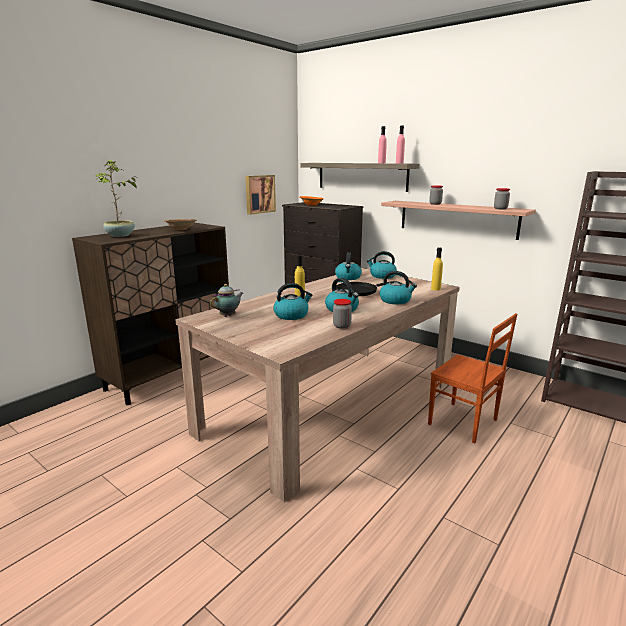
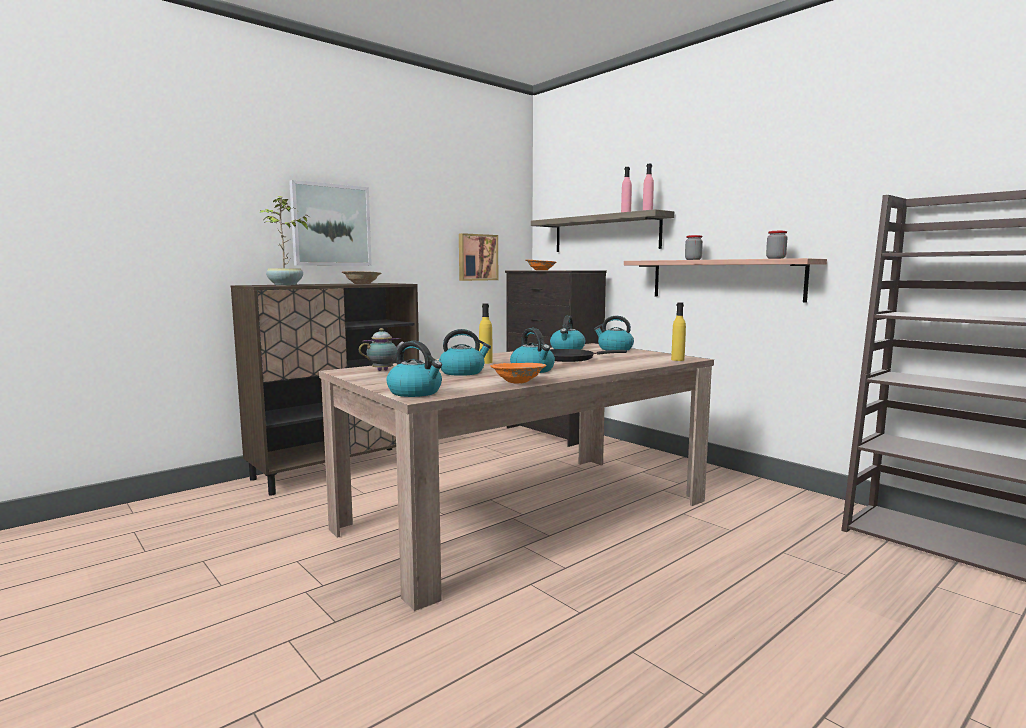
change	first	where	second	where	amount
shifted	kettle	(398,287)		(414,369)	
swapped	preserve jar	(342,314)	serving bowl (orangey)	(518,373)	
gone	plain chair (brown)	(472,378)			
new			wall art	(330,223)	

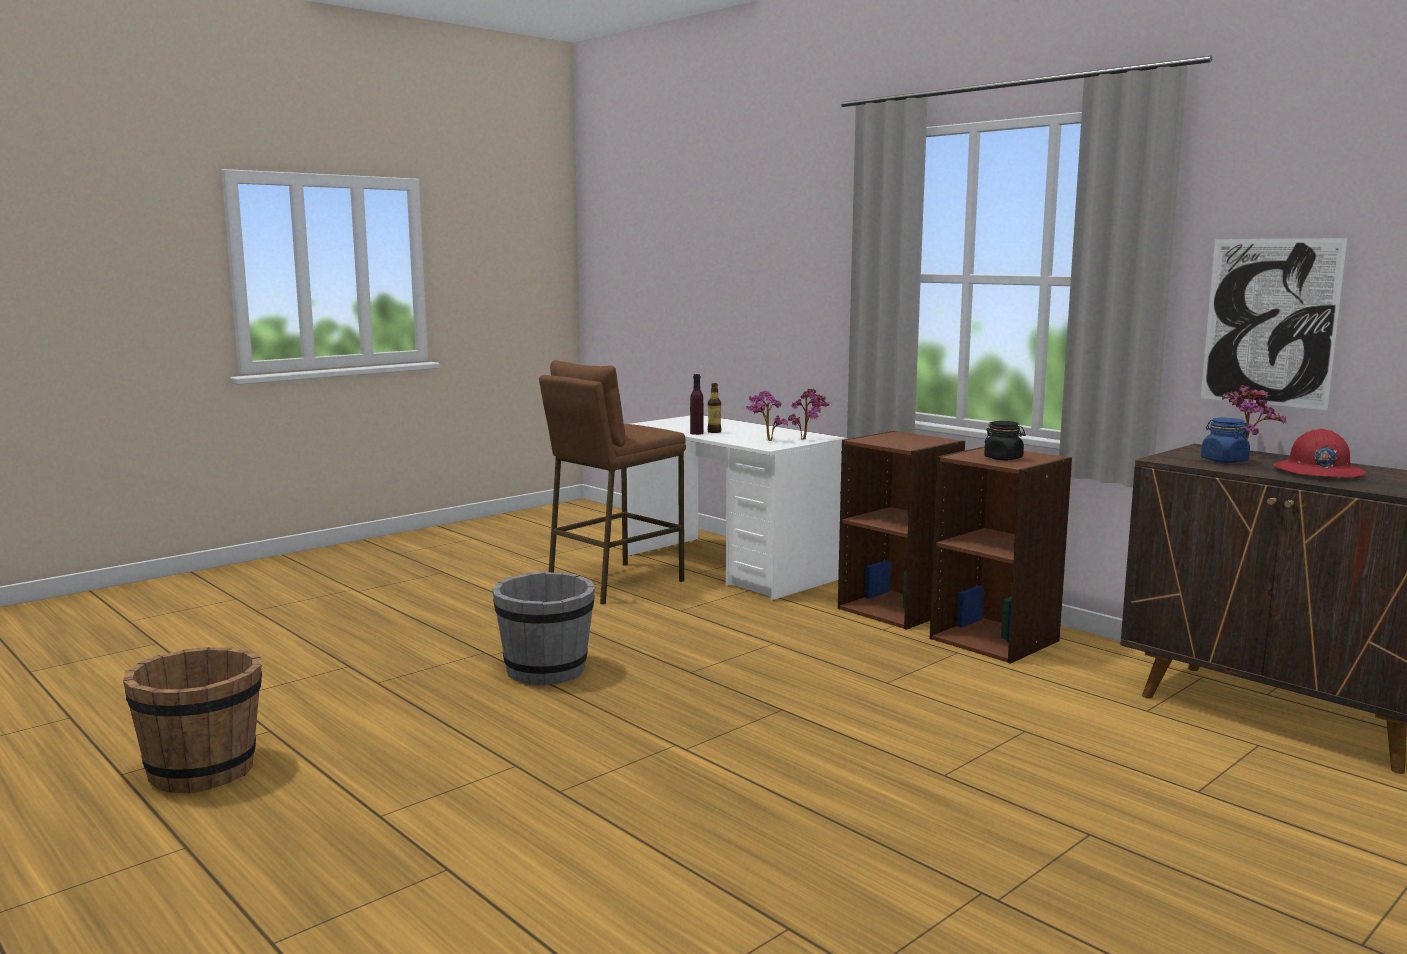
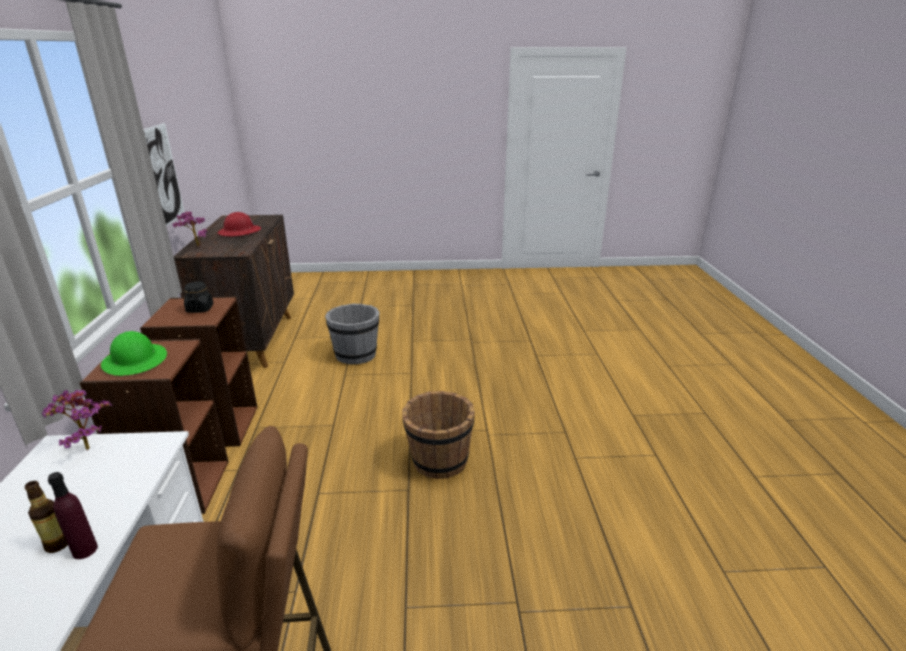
change	first	where	second	where	amount
gone	plant in a pot	(767,415)			
gone	preserve jar (blue)	(1225,440)			
shifted	bucket (gray)	(543,628)		(352,334)	
shifted	bucket (brown)	(192,720)		(438,435)	
new			safety helmet (green-coloured)	(134,353)	

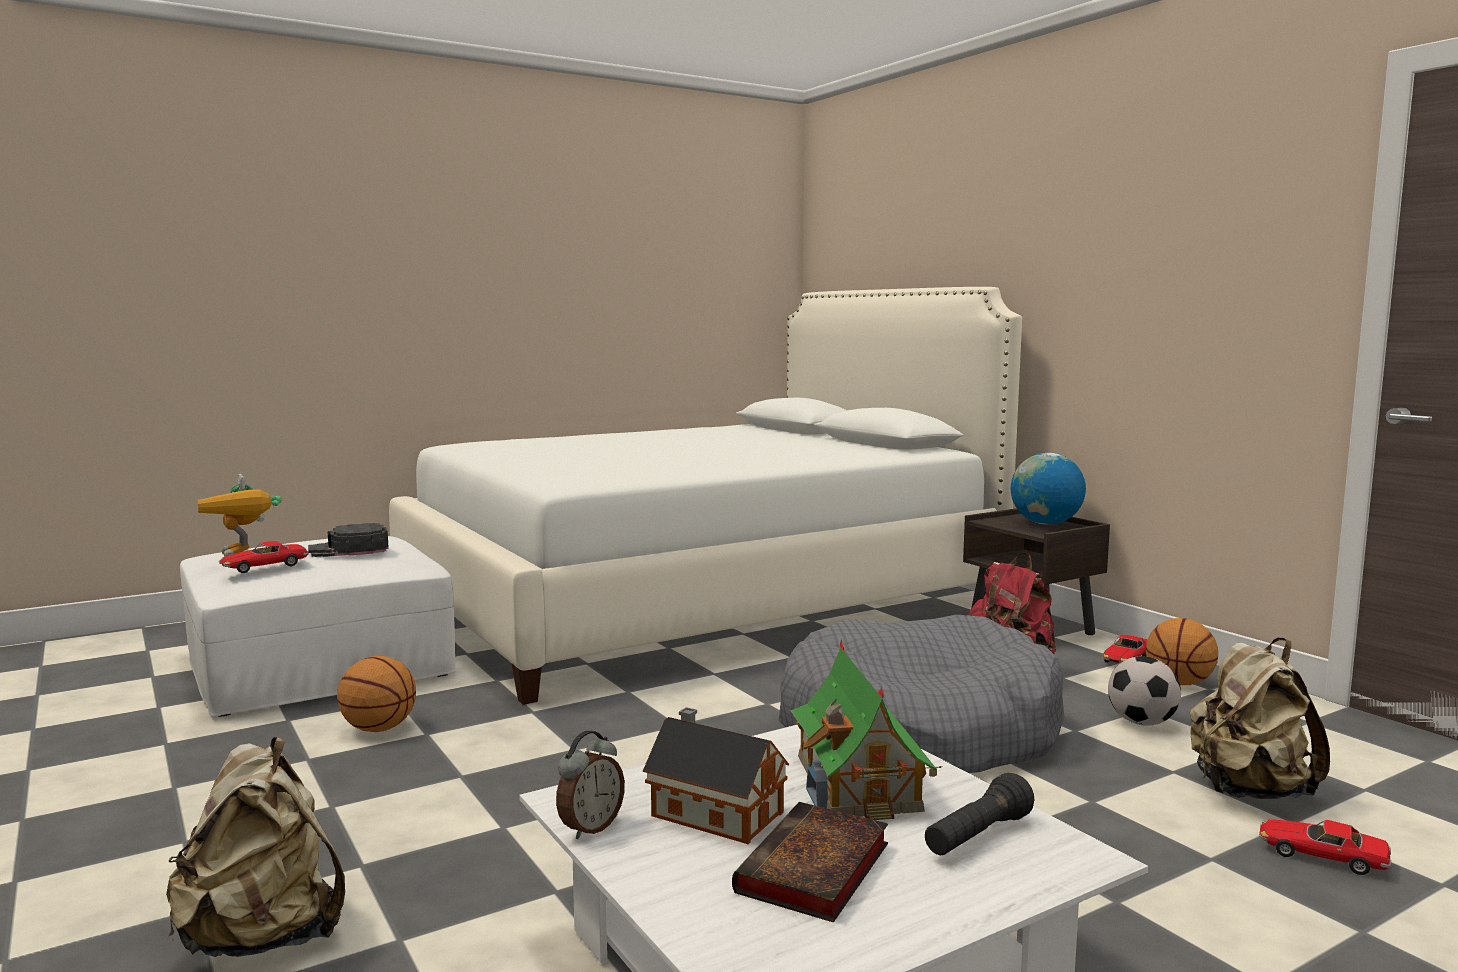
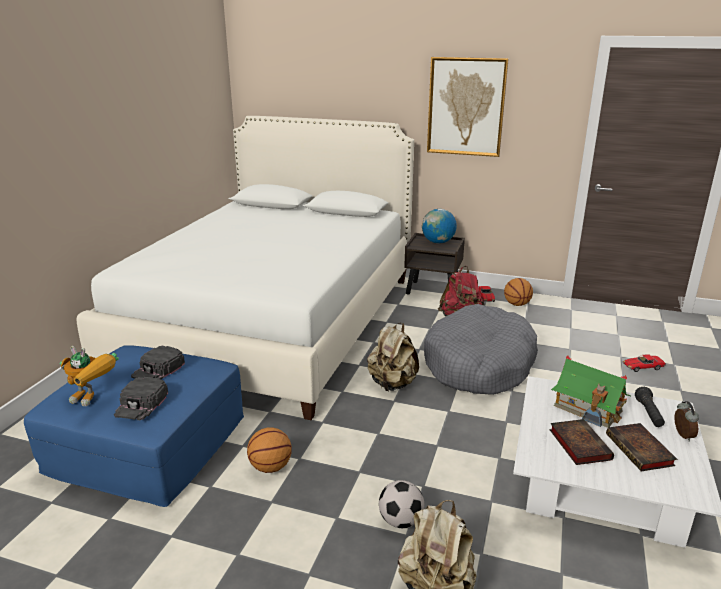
change	first	where	second	where	amount
repainted	ottoman (white)	(318,626)	ottoman (blue)	(134,426)	
swapped	toy car	(264,557)	cap (black-coloured)	(141,399)	
shifted	knapsack (sand-coloured)	(1260,718)		(393,357)	
shifted	football	(1144,691)		(401,504)	
swapped	model house	(716,775)	book	(582,442)	
shifted	table clock	(590,784)		(686,421)	
new			wall art	(468,107)	

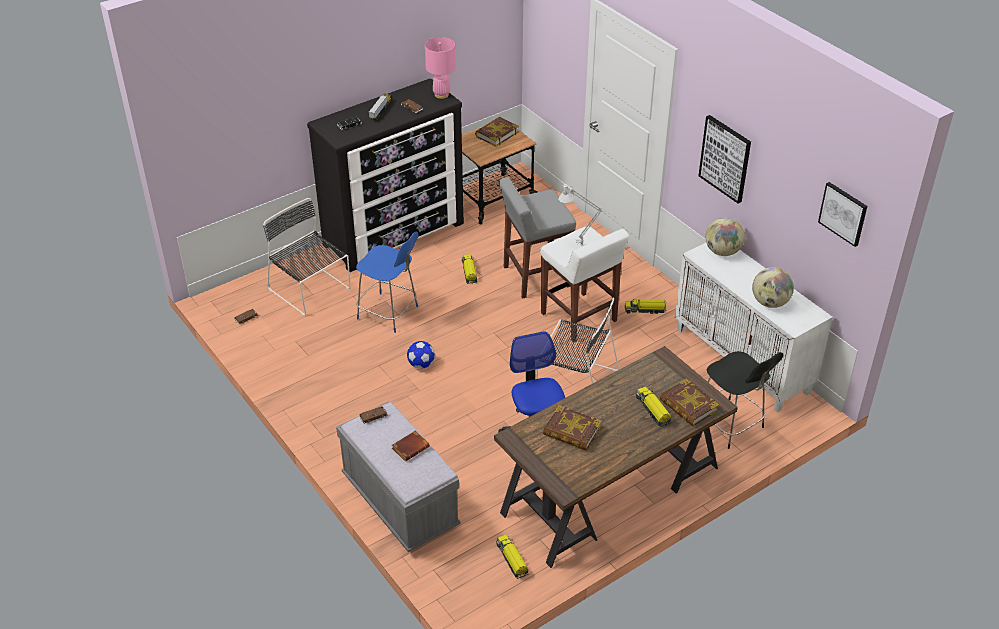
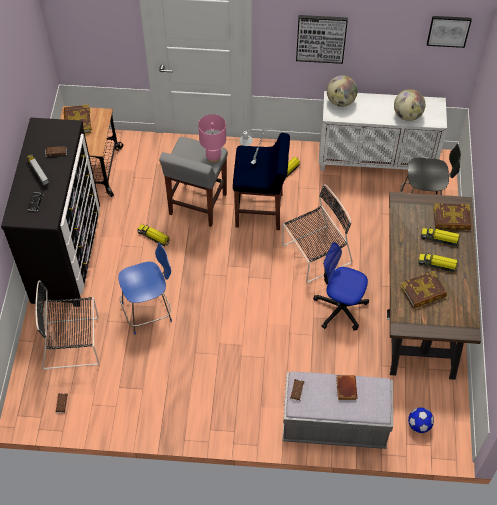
change	first	where	second	where	amount
shifted	table lamp (pink-coloured)	(440,68)		(212,138)	
repainted	sitting stool (white)	(584,284)	sitting stool (blue)	(261,181)	
shifted	football	(421,355)		(421,420)	
shifted	toy lorry	(512,556)		(438,262)	

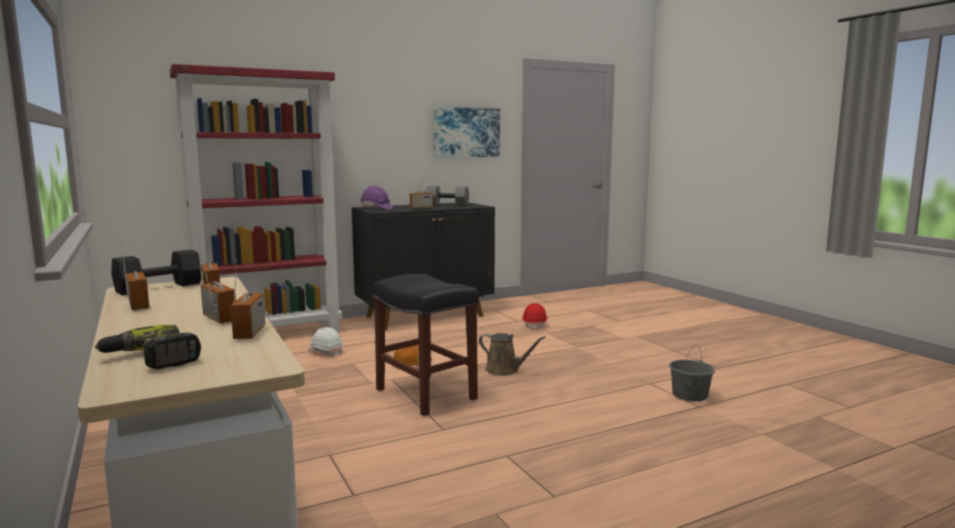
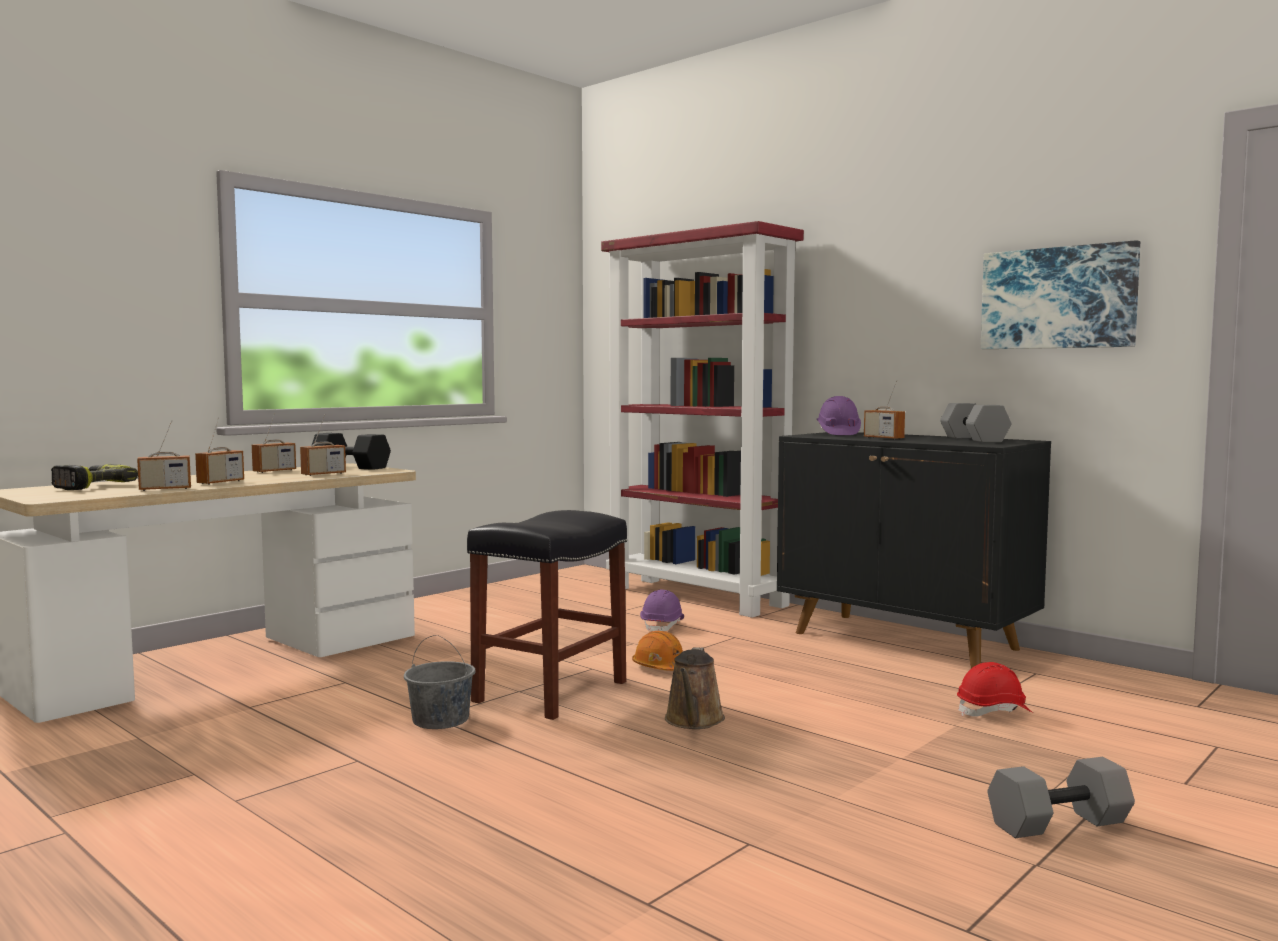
change	first	where	second	where	amount
repainted	safety helmet (white)	(325,341)	safety helmet (purplish)	(662,610)	
shifted	bucket (gray)	(692,373)		(440,682)	
new			free weight (gray)	(1061,797)	

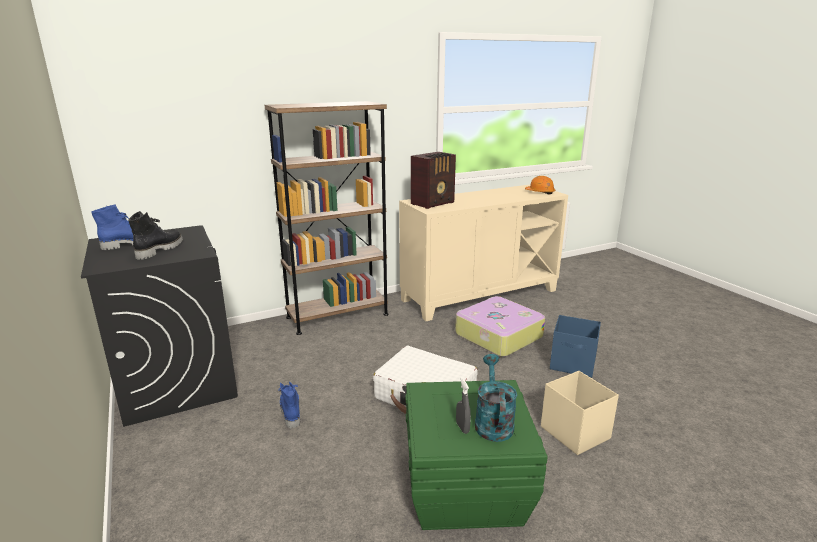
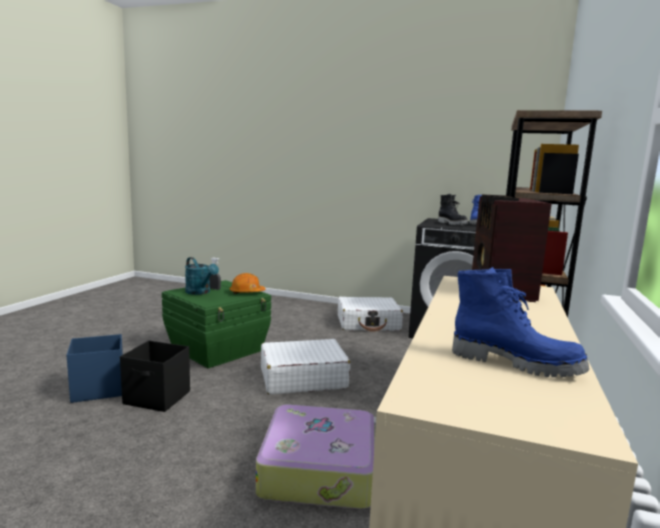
change	first	where	second	where	amount
shifted	safety helmet (orangey)	(540,185)		(248,283)	
shifted	storage container (blue)	(575,346)		(95,368)	
repainted	storage container (sand-coloured)	(580,413)	storage container (black-coloured)	(155,376)	
shifted	tall boot (blue)	(289,405)		(520,322)	
new			piece of luggage (white)	(370,314)	

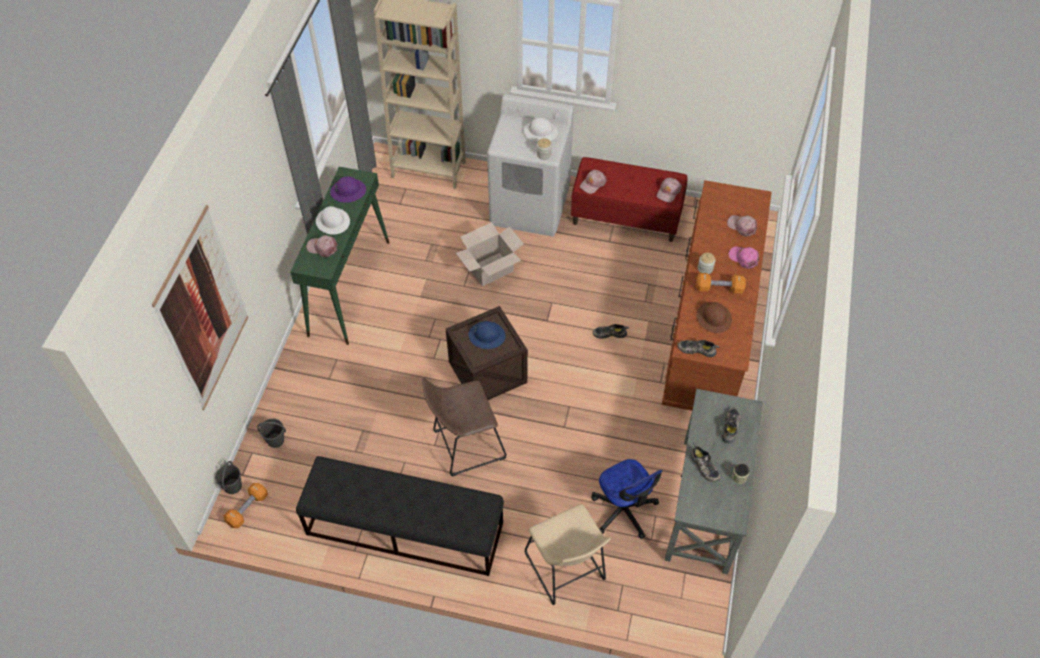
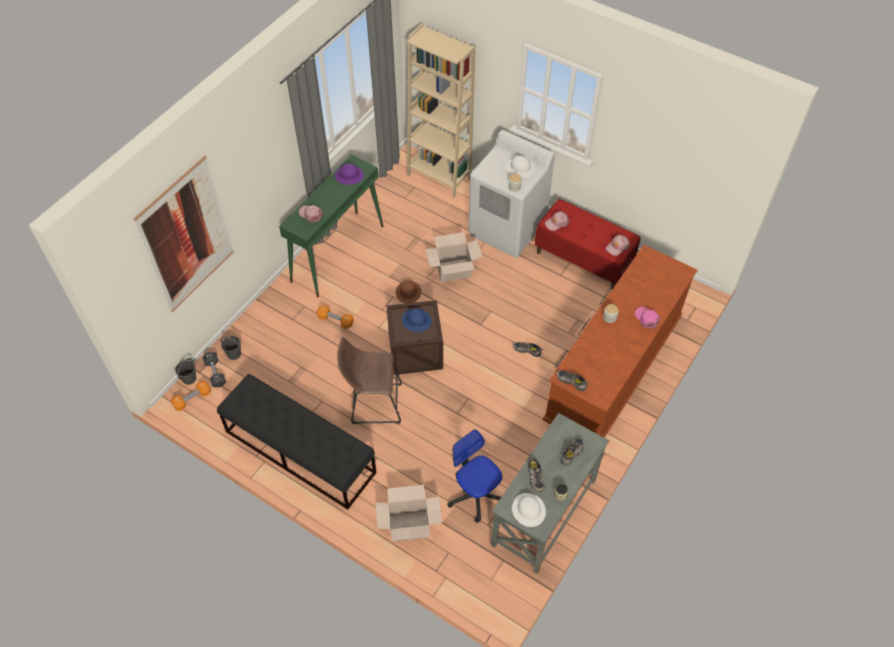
change	first	where	second	where	amount
shifted	safety helmet (white)	(333,220)		(529,510)	
gone	cap (pink-coloured)	(742,226)			
shifted	free weight (orangey)	(721,283)		(335,317)	
shifted	safety helmet (brown)	(714,317)		(408,291)	
rotated	office chair	(627,499)		(474,476)	150 degrees clockwise
swapped	sitting stool (sand-coloured)	(568,554)	packing box	(408,513)	
new			free weight (black-coloured)	(214,370)	

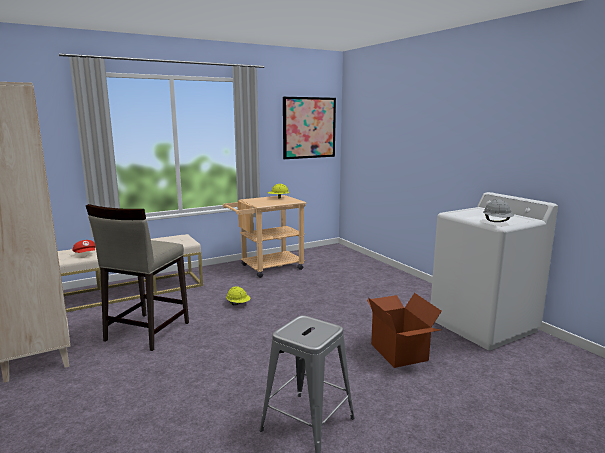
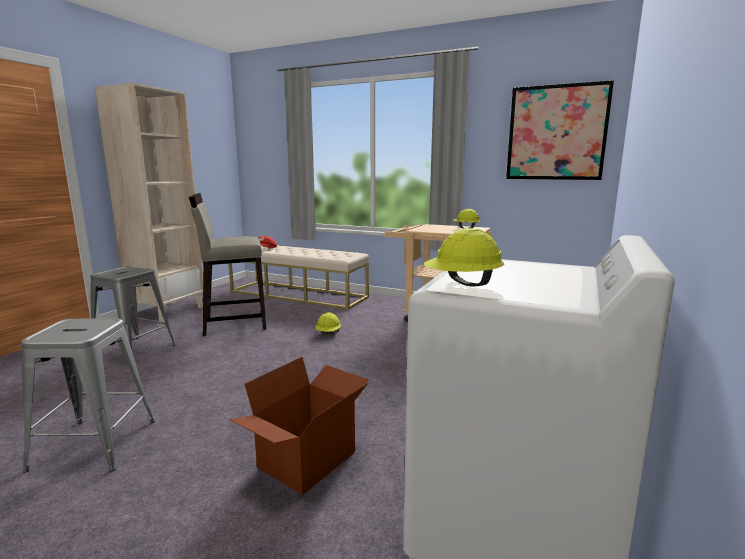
change	first	where	second	where	amount
repainted	safety helmet (gray)	(498,210)	safety helmet (yellow)	(464,257)	
new			sitting stool (gray)	(133,308)	

